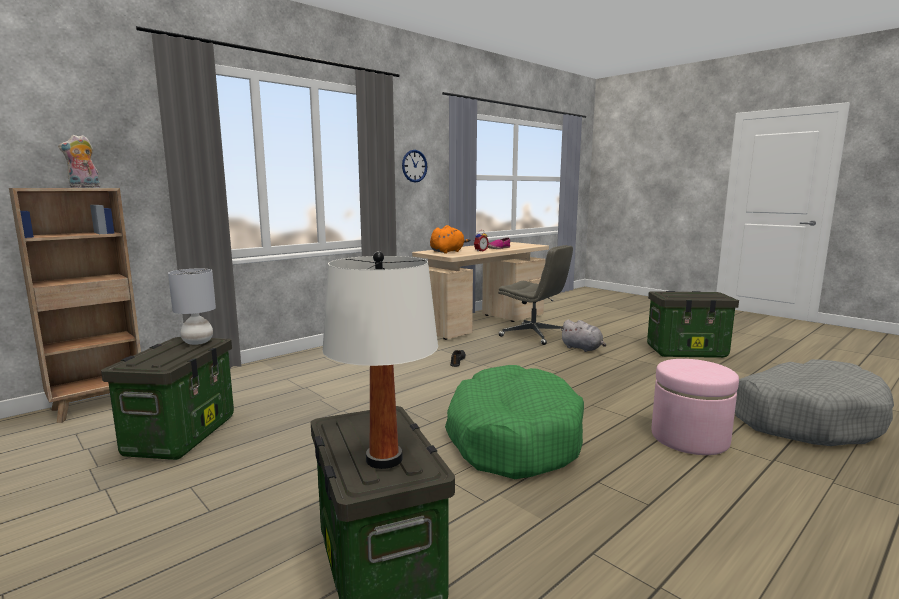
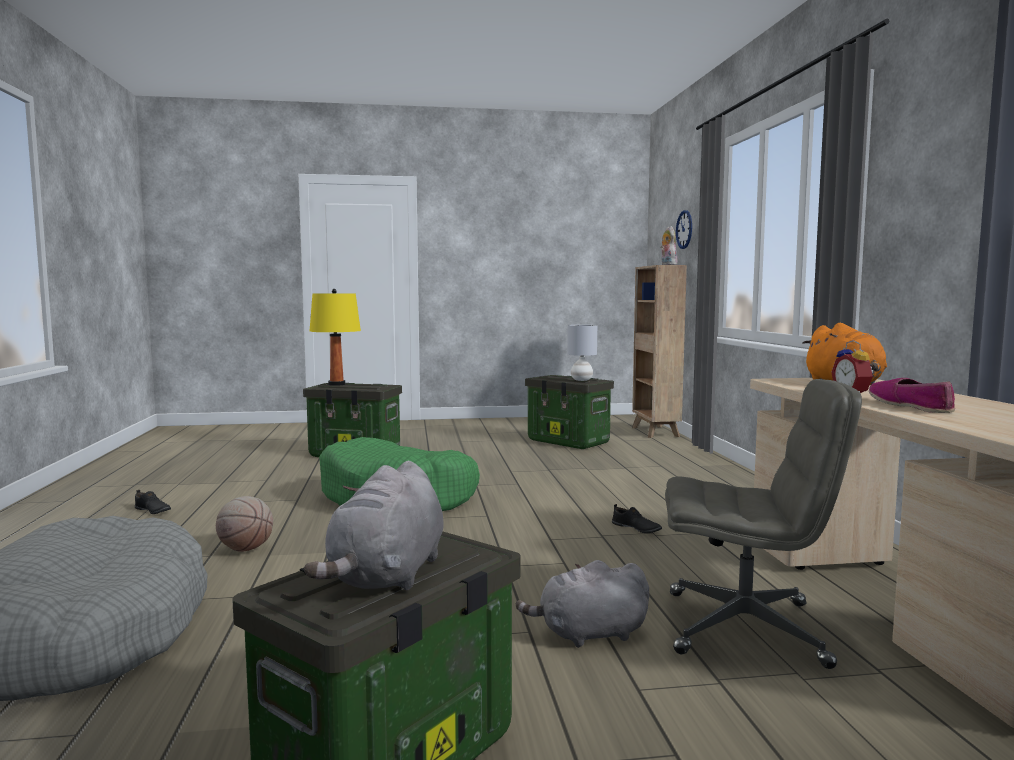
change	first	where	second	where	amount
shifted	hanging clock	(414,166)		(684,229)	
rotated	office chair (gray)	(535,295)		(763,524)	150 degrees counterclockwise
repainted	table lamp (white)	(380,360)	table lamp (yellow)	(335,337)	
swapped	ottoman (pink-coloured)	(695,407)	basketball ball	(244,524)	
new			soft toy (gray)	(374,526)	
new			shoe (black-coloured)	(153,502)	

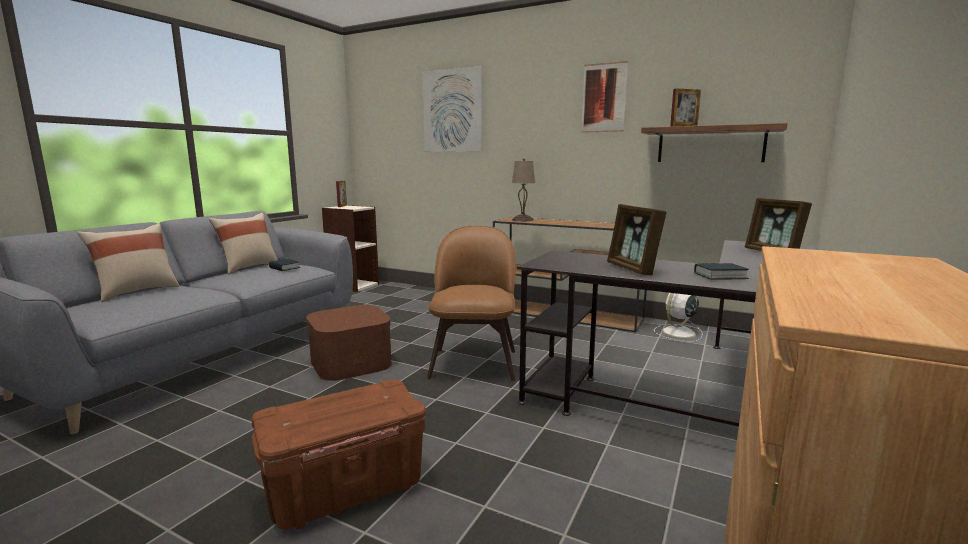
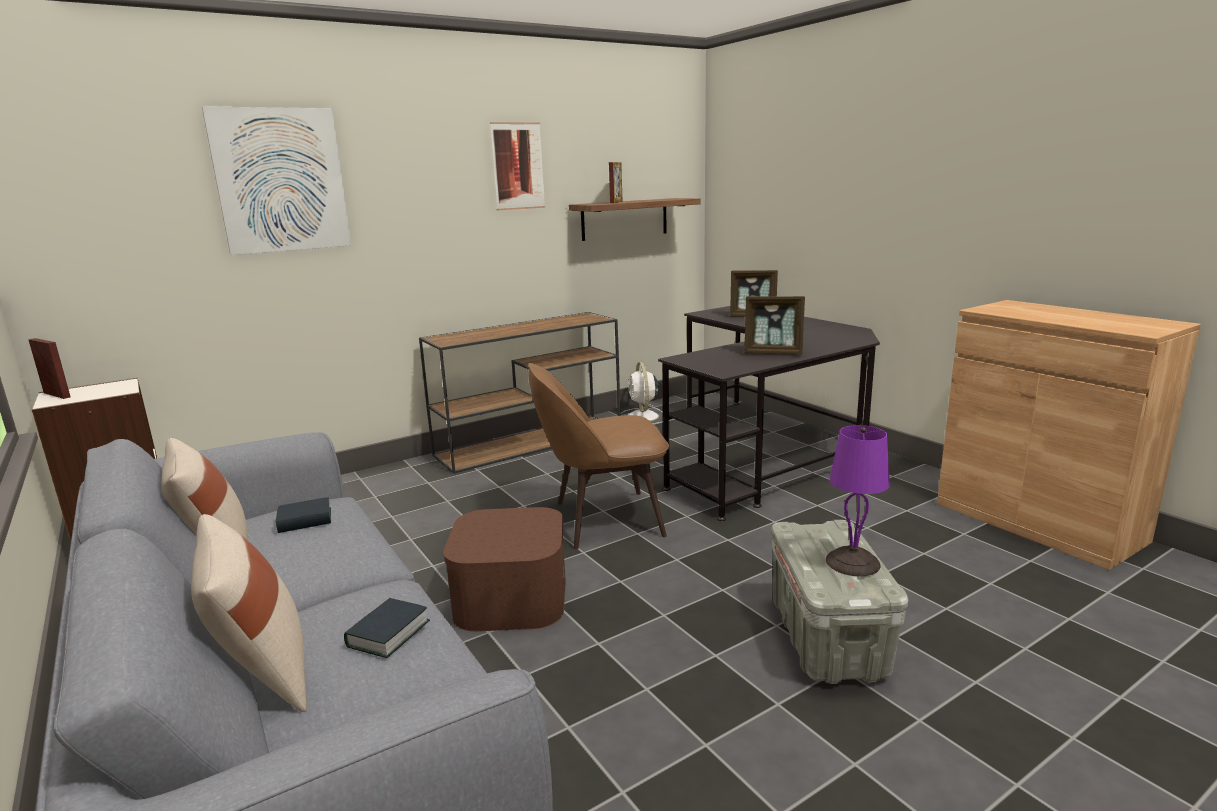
change	first	where	second	where	amount
gone	table lamp (sand-coloured)	(523,190)			
rotated	plain chair (brown)	(471,303)		(598,456)	45 degrees counterclockwise
shifted	book	(721,271)		(387,628)	
repainted	storage container (brown)	(338,455)	storage container (gray)	(840,602)	
new			table lamp (purplish)	(858,500)	

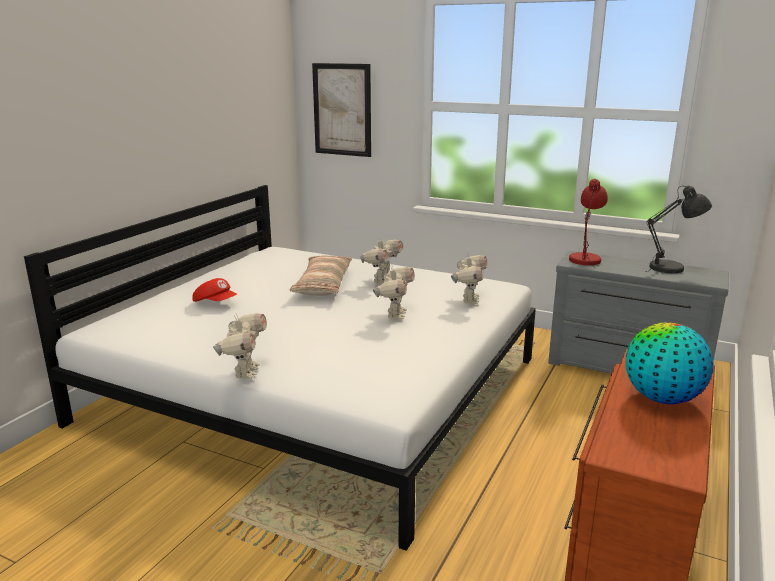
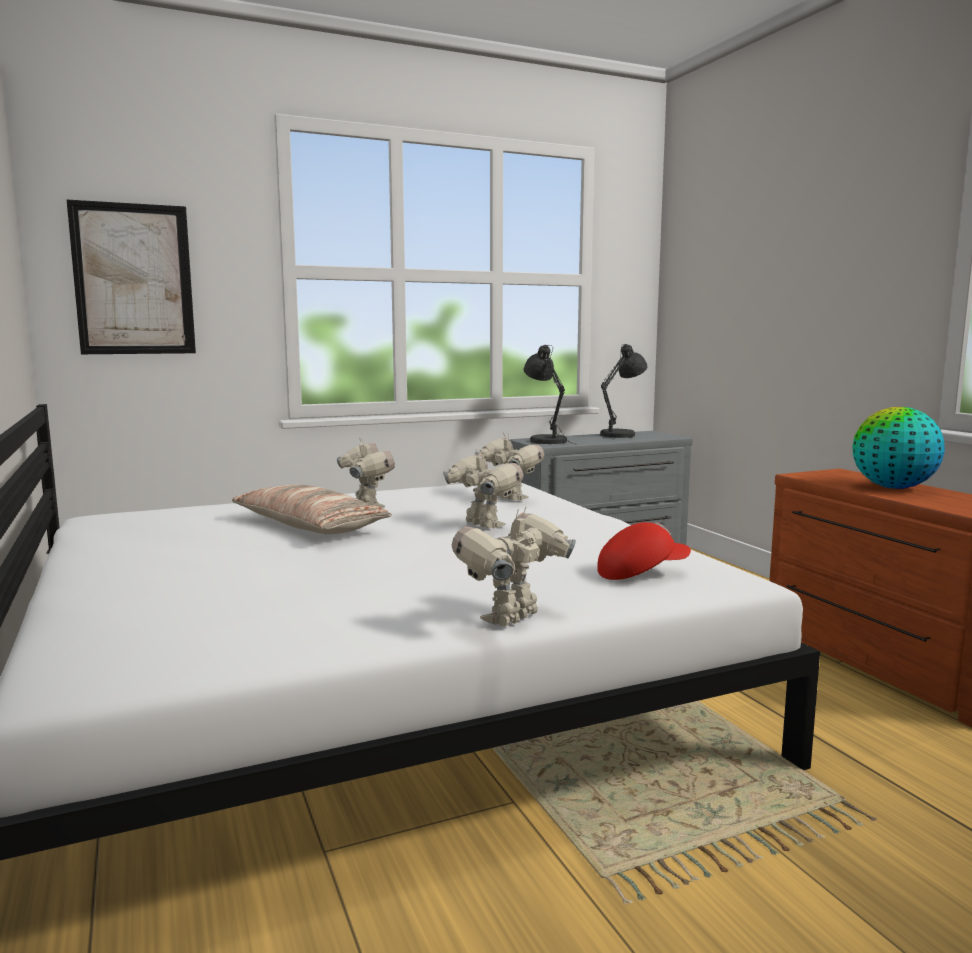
change	first	where	second	where	amount
repainted	table lamp (reddish)	(588,223)	table lamp (gray)	(549,394)	
shifted	cap (reddish)	(214,290)		(644,551)	
rotated	robot figure	(240,346)		(514,567)	90 degrees counterclockwise

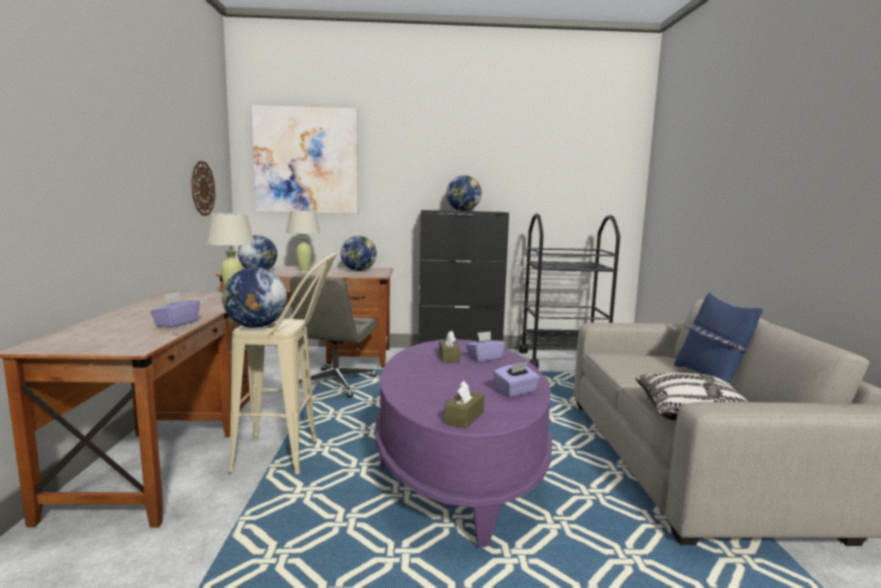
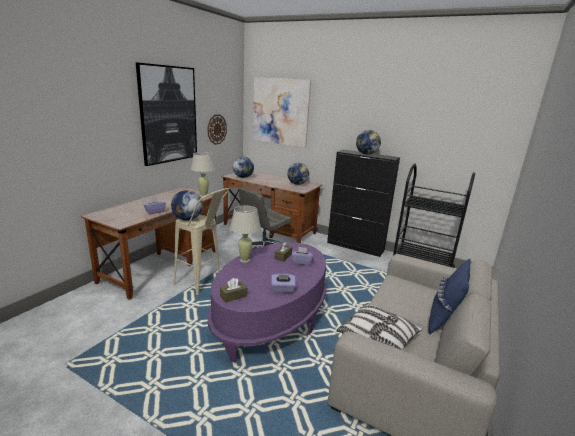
change	first	where	second	where	amount
shifted	table lamp (sand-coloured)	(303,241)		(245,234)	
new			wall art	(166,114)	

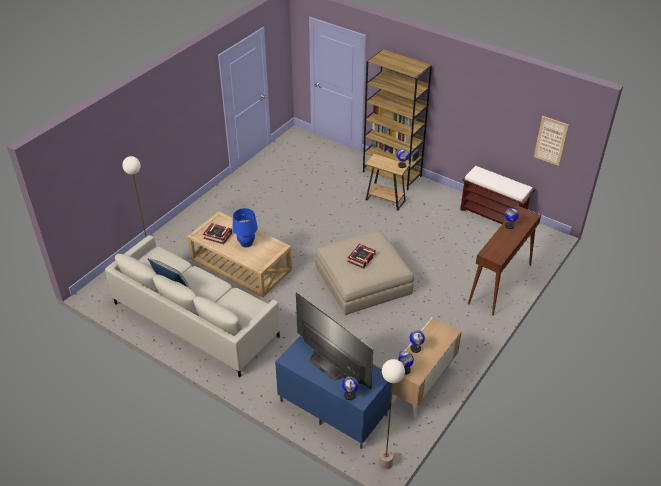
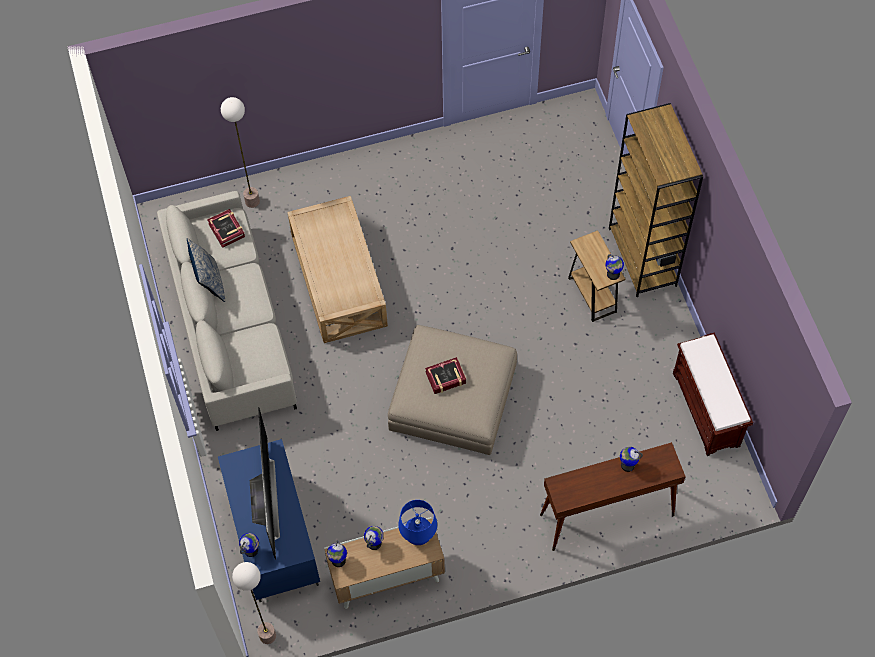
change	first	where	second	where	amount
gone	wall art	(551,141)			
shifted	table lamp (blue)	(245,227)		(417,522)	
shifted	book	(217,233)		(226,228)	

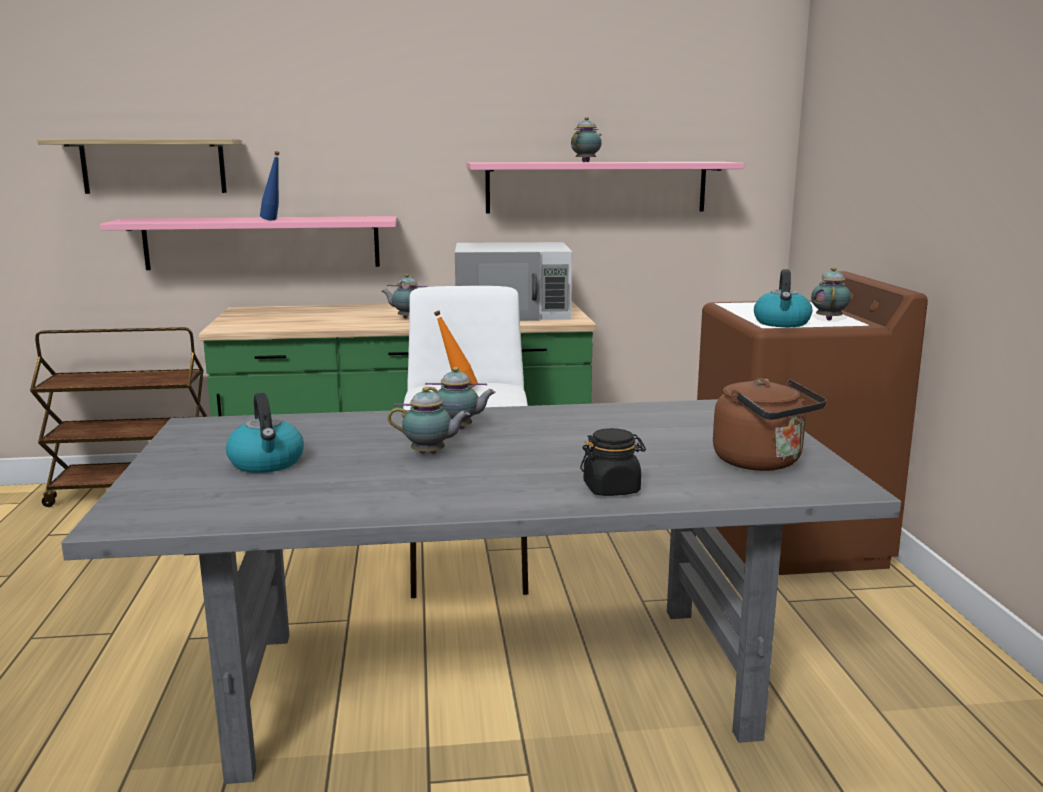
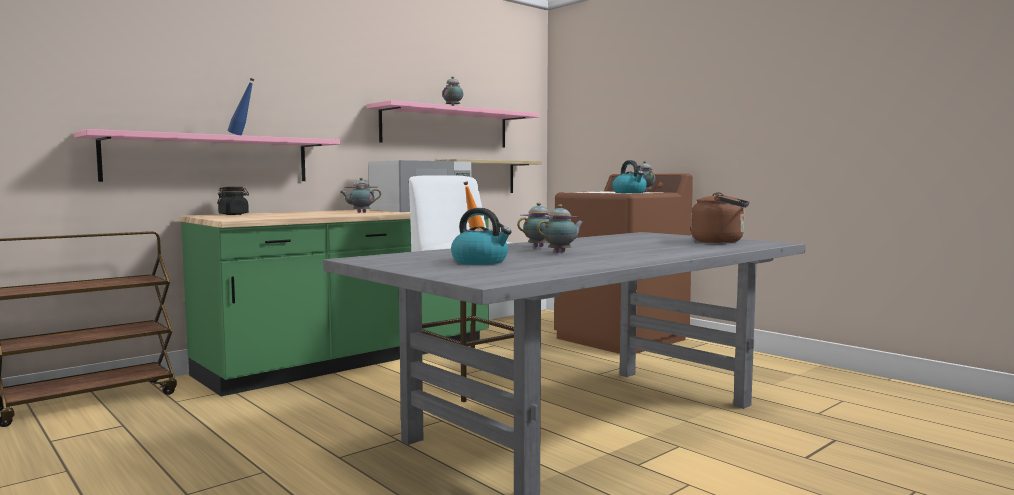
change	first	where	second	where	amount
shifted	shelf	(140,166)		(489,176)	
shifted	preserve jar (black-coloured)	(613,462)		(233,201)	

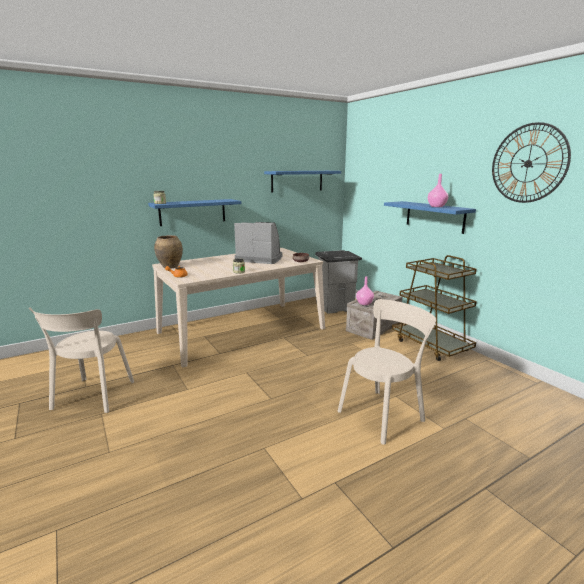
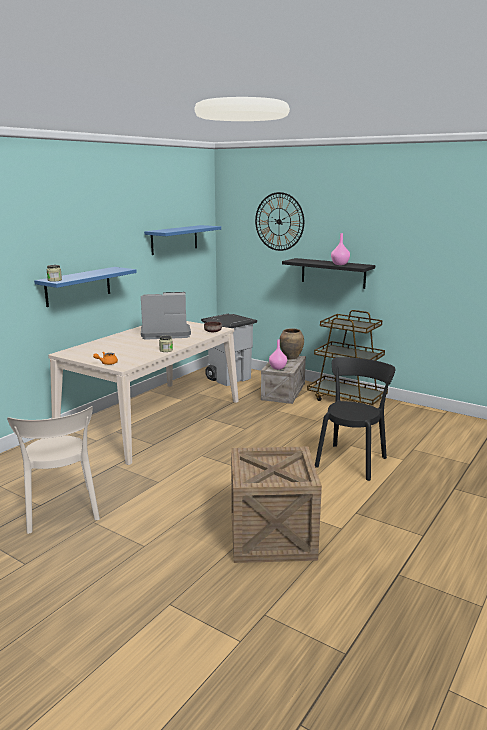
change	first	where	second	where	amount
shifted	hanging clock	(531,162)		(279,221)	
repainted	shelf (blue)	(430,217)	shelf (black-coloured)	(328,273)	
shifted	flower vase (brown)	(168,252)		(291,343)	
repainted	plain chair (sand-coloured)	(387,372)	plain chair (black-coloured)	(355,419)	
new			packing crate	(276,505)	

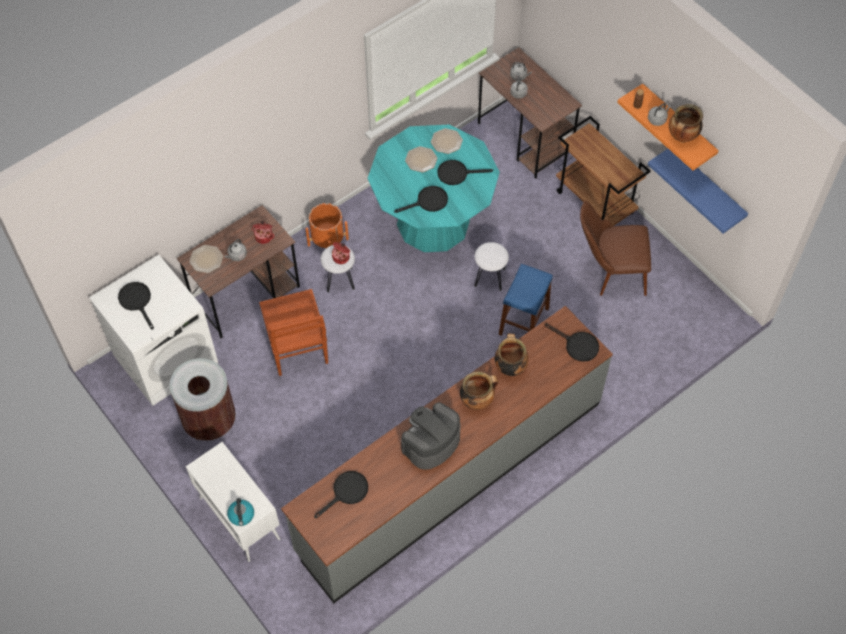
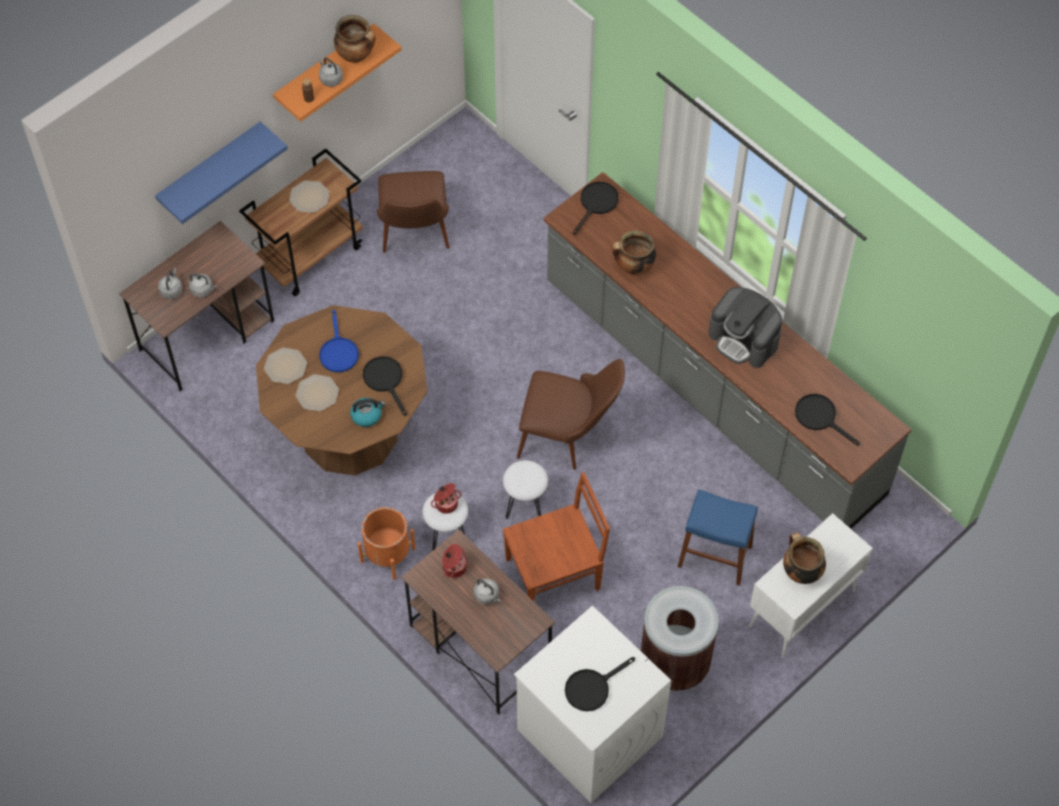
change	first	where	second	where	amount
repainted	dining table (blue-green)	(434,188)	dining table (brown)	(342,390)	
shifted	shelf (blue)	(698,191)		(221,173)	
repainted	frying pan (black-coloured)	(465,172)	frying pan (blue)	(339,341)	
shifted	sitting stool (white)	(491,266)		(525,489)	
shifted	plate	(206,259)		(309,197)	
shifted	sitting stool (blue)	(526,300)		(718,537)	
shifted	saucepot	(479,391)		(804,558)	
shifted	kettle	(240,512)		(367,412)	
new			plain chair (brown)	(571,414)	

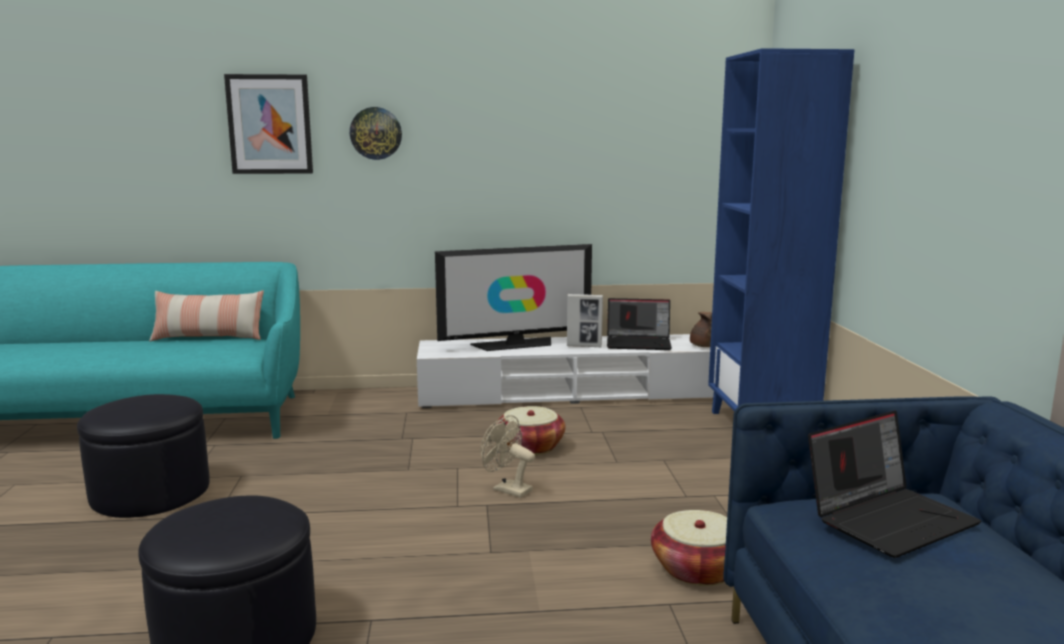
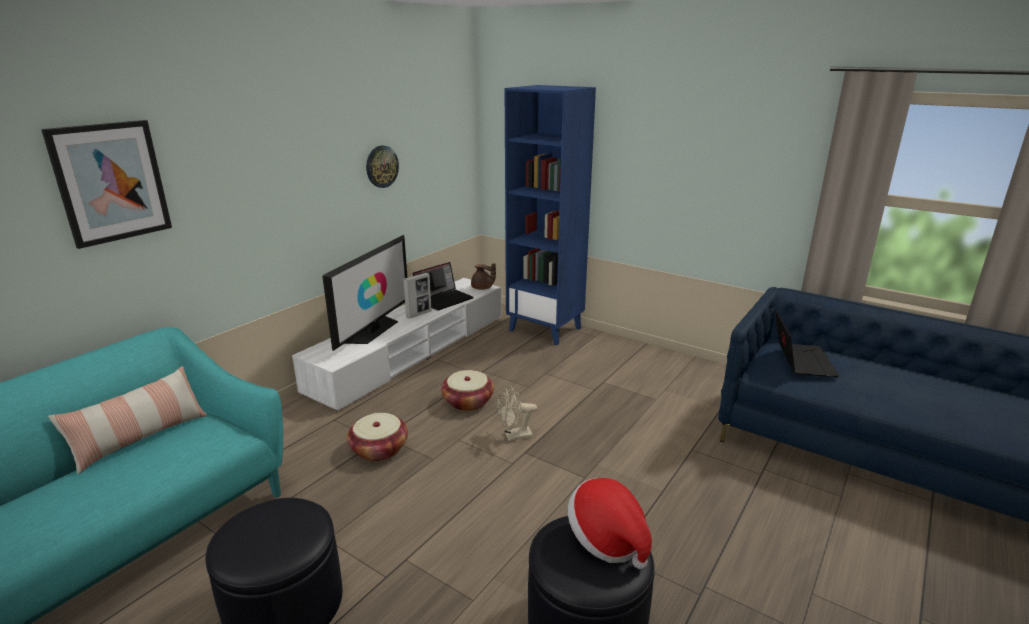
change	first	where	second	where	amount
shifted	hanging clock	(376,133)		(382,166)	
shifted	basket	(689,548)		(377,437)	
new			clothing hat	(610,523)	

